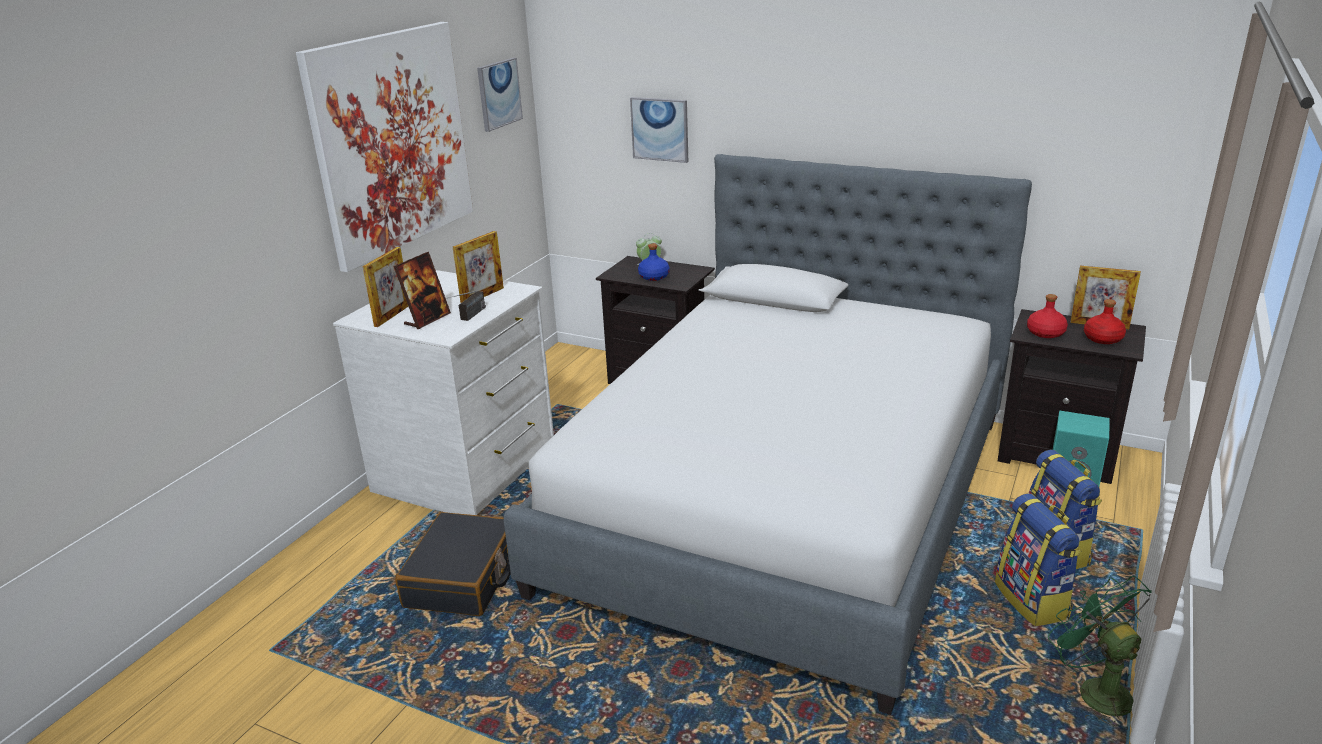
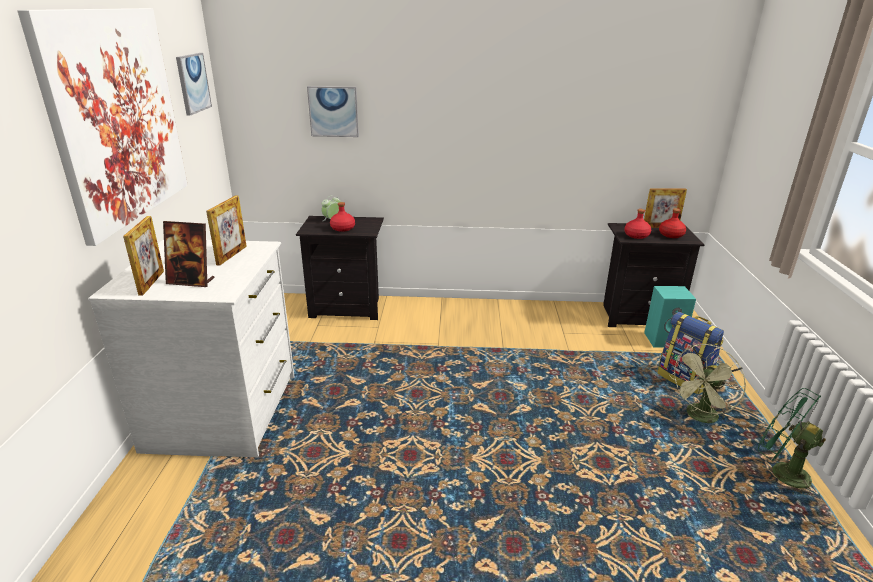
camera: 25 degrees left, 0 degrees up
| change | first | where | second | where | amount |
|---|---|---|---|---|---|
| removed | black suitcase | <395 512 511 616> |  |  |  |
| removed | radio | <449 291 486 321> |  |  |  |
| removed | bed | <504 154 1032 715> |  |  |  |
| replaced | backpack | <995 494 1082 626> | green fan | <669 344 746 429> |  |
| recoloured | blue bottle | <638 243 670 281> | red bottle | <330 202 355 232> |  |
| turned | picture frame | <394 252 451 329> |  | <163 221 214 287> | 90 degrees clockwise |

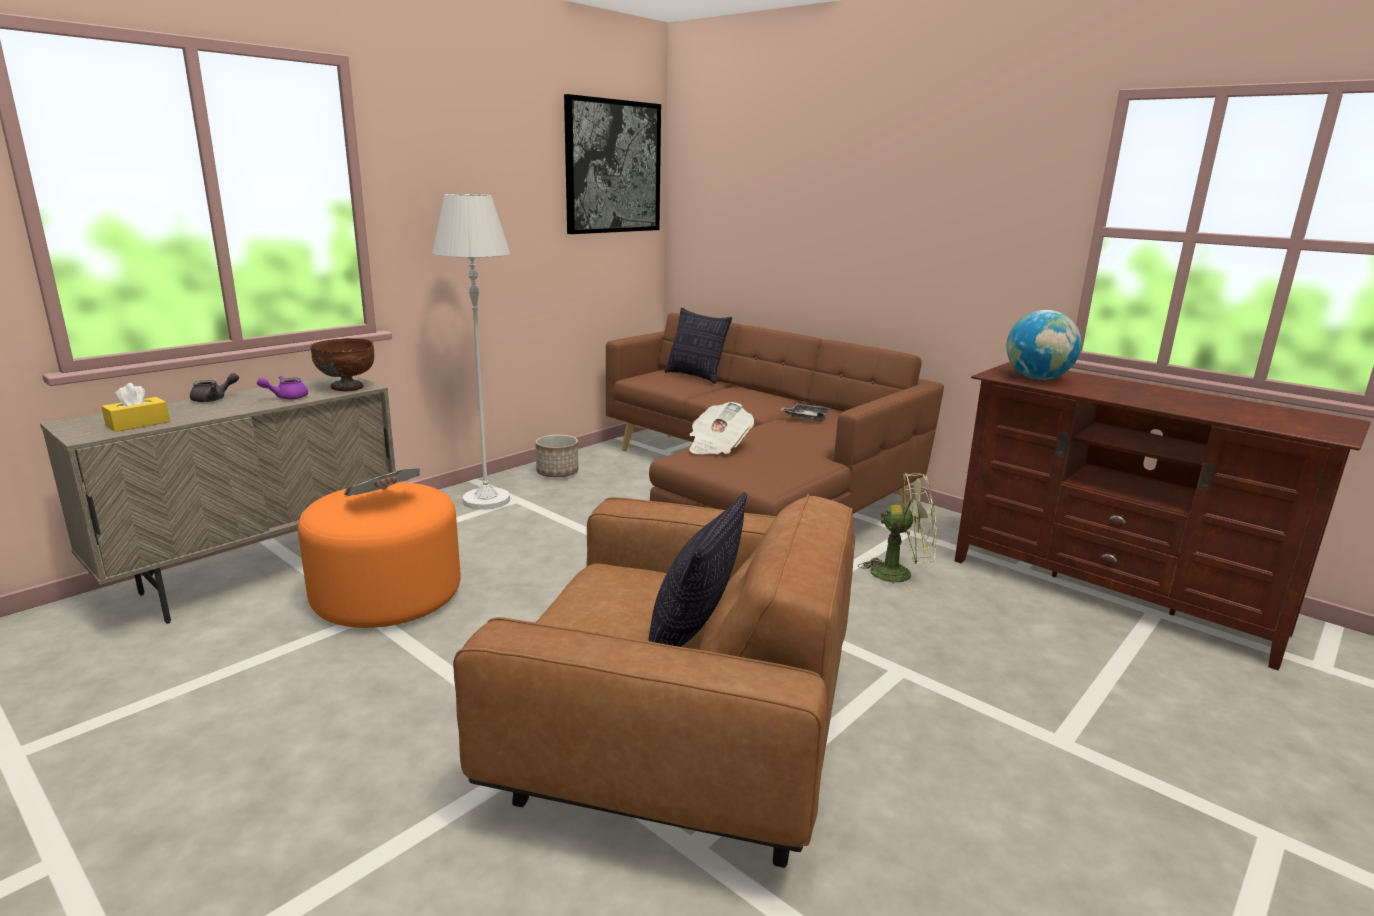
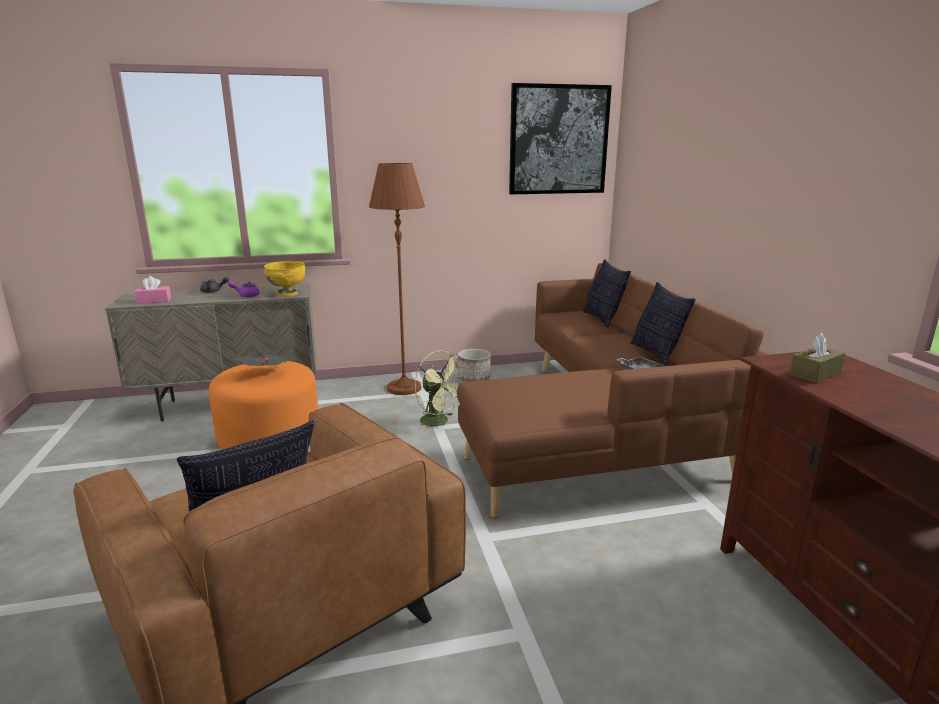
camera: 35 degrees right, 0 degrees up
| change | first | where | second | where | amount |
|---|---|---|---|---|---|
| removed | newspaper | <689 402 754 454> |  |  |  |
| added |  |  | pillow | <631 282 696 366> |  |
| moved | green fan | <858 473 937 591> |  | <415 351 467 432> |  |
| replaced | globe | <1006 310 1082 380> | brown tissue box | <790 333 845 383> |  |
| recoloured | yellow tissue box | <101 383 170 432> | pink tissue box | <134 276 171 304> |  |
| recoloured | brown bowl | <310 338 374 391> | yellow bowl | <264 261 305 297> |  |
| recoloured | white floor lamp | <432 194 510 510> | brown floor lamp | <369 163 425 395> |  |

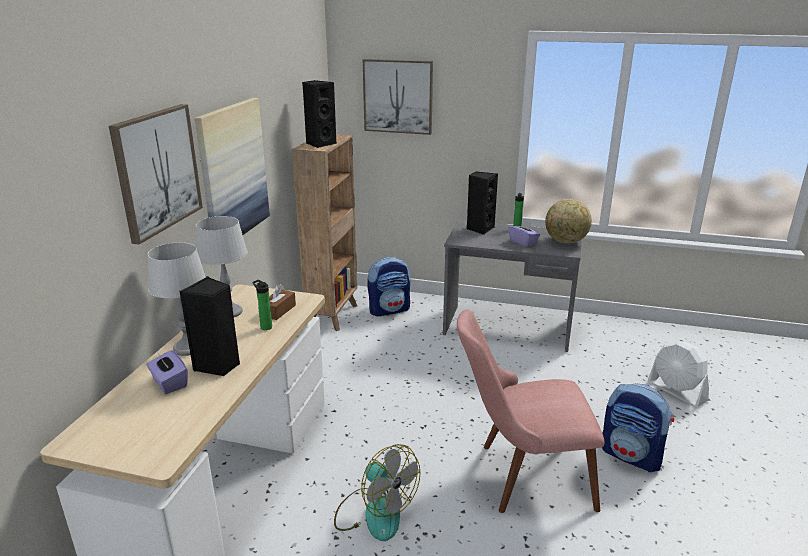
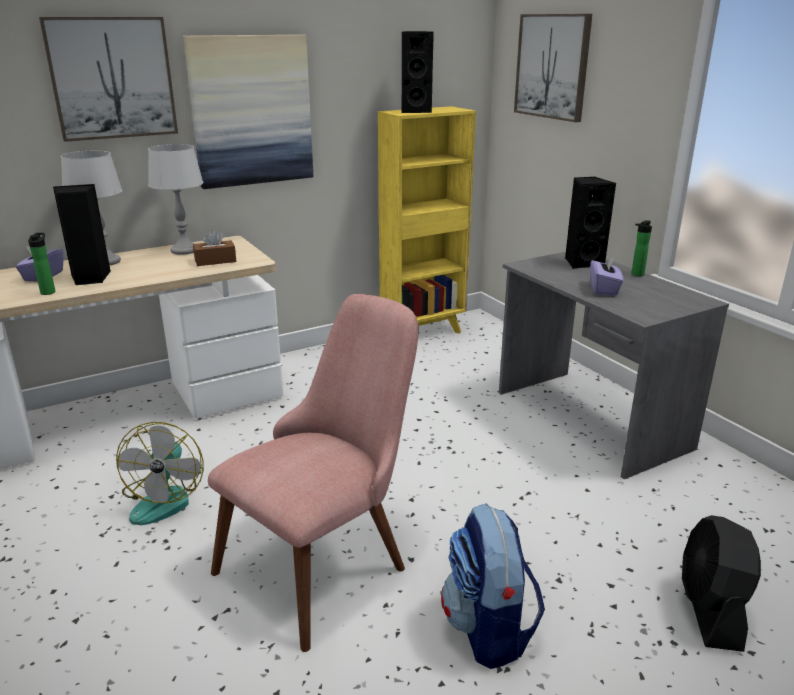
camera: 45 degrees right, 0 degrees up
| change | first | where | second | where | amount |
|---|---|---|---|---|---|
| removed | backpack | <367 257 410 316> |  |  |  |
| removed | globe | <545 199 592 244> |  |  |  |
| moved | bottle | <253 280 272 330> |  | <28 233 55 295> |  |
| recoloured | brown bookcase | <292 134 358 331> | yellow bookcase | <378 106 476 334> |  |
| recoloured | white fan | <648 341 709 407> | black fan | <682 515 761 652> |  |
| turned | pink chair | <457 309 604 513> |  | <208 294 419 652> | 90 degrees clockwise |

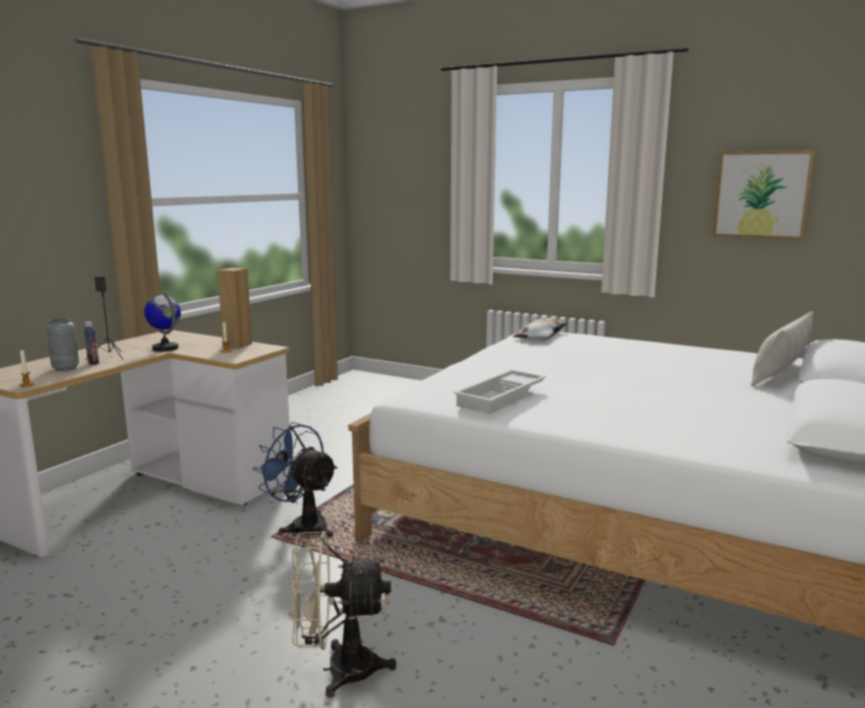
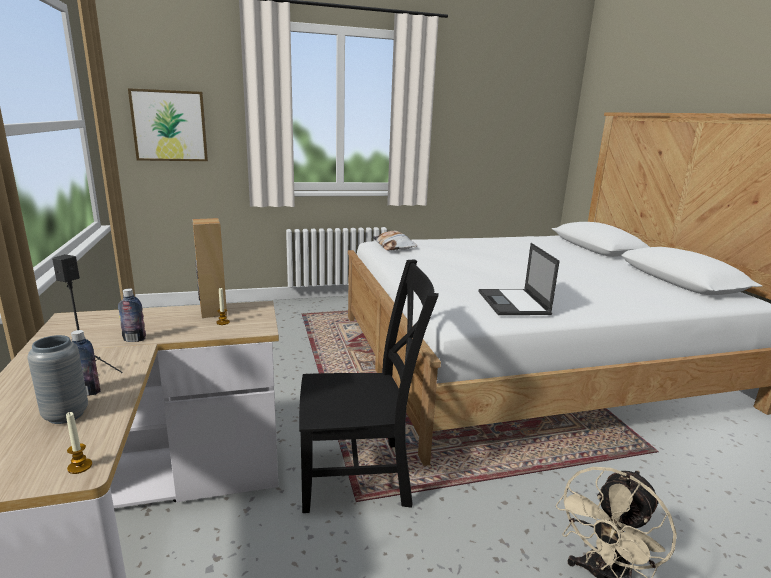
camera: 45 degrees left, 5 degrees up
| change | first | where | second | where | amount |
|---|---|---|---|---|---|
| removed | beige pillow | <751 311 814 386> |  |  |  |
| moved | picture | <713 150 815 239> |  | <128 88 208 161> |  |
| replaced | globe | <144 292 181 352> | bottle | <118 288 146 342> |  |
| replaced | blue fan | <253 422 337 537> | black chair | <299 259 439 513> |  |
| replaced | white tray | <453 370 546 414> | laptop | <479 243 560 315> |  |

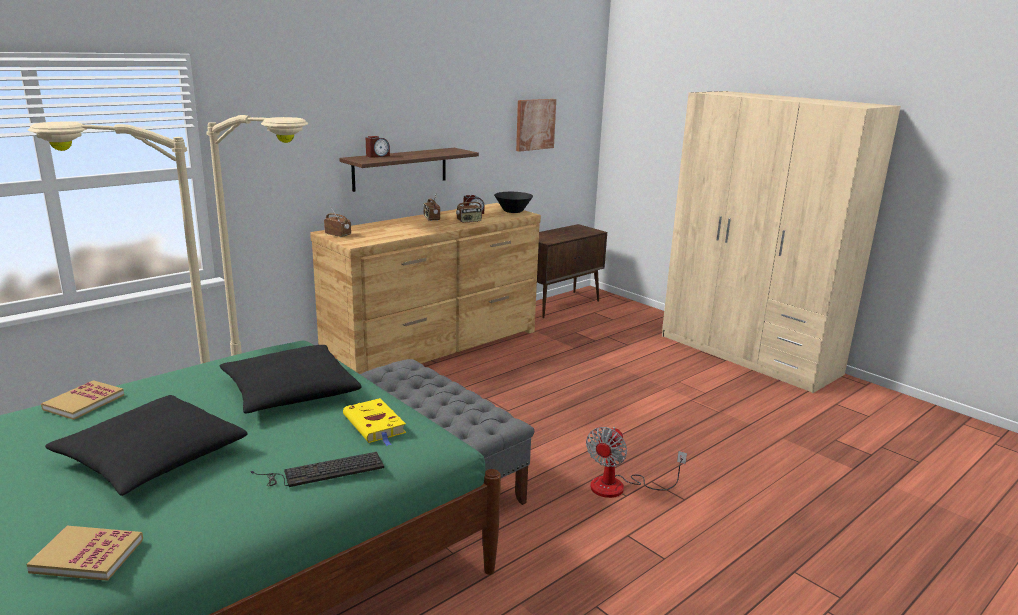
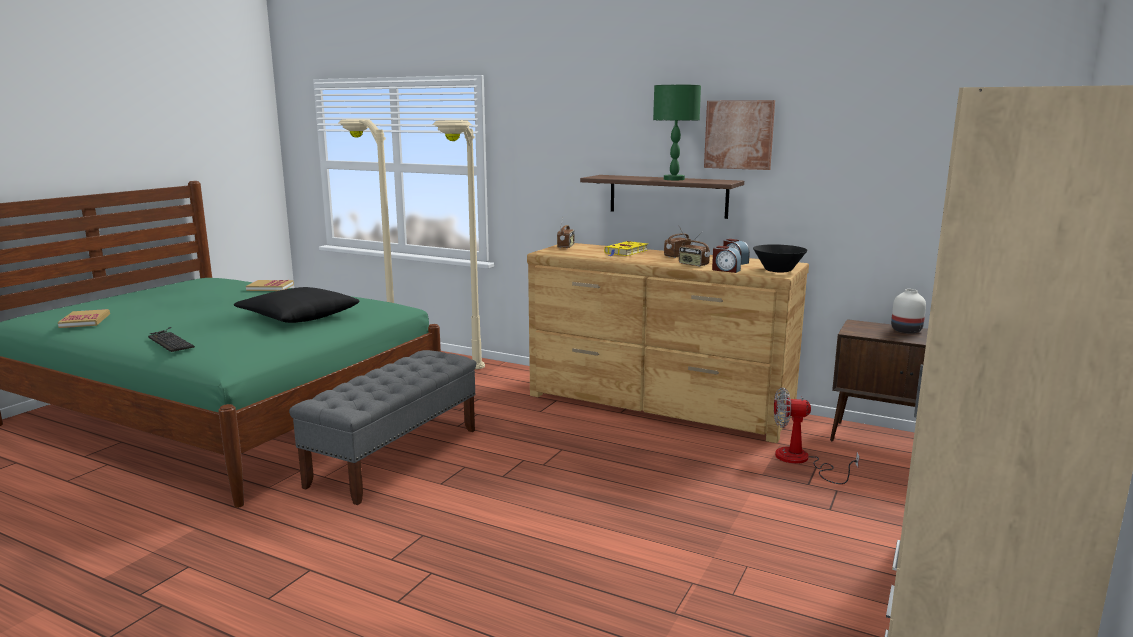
camera: 70 degrees right, 5 degrees down
| change | first | where | second | where | amount |
|---|---|---|---|---|---|
| removed | black pillow | <45 395 248 496> |  |  |  |
| added |  |  | green table lamp | <653 85 701 180> |  |
| added |  |  | white vase | <891 289 926 333> |  |
| moved | yellow book | <343 398 406 446> |  | <604 241 648 256> |  |
| moved | alarm clock | <366 136 390 158> |  | <712 246 741 273> |  |
| moved | picture | <516 99 556 152> |  | <704 100 775 170> |  |
| moved | fan | <586 427 687 498> |  | <774 387 859 484> |  |

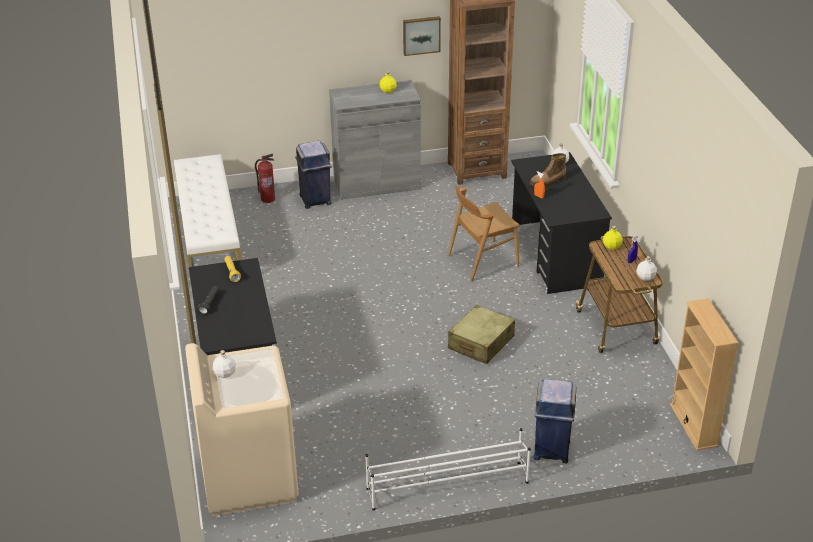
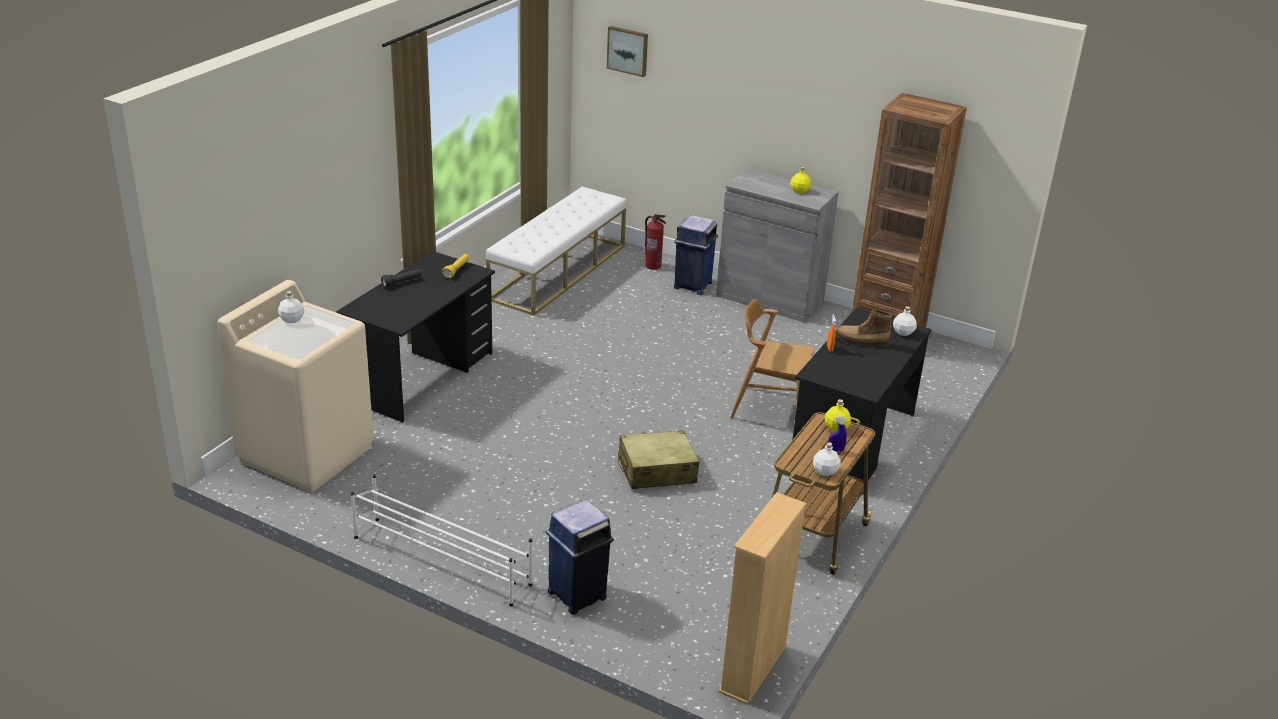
camera: 40 degrees right, 5 degrees down
| change | first | where | second | where | amount |
|---|---|---|---|---|---|
| moved | picture | <403 16 441 56> |  | <607 26 648 77> |  |

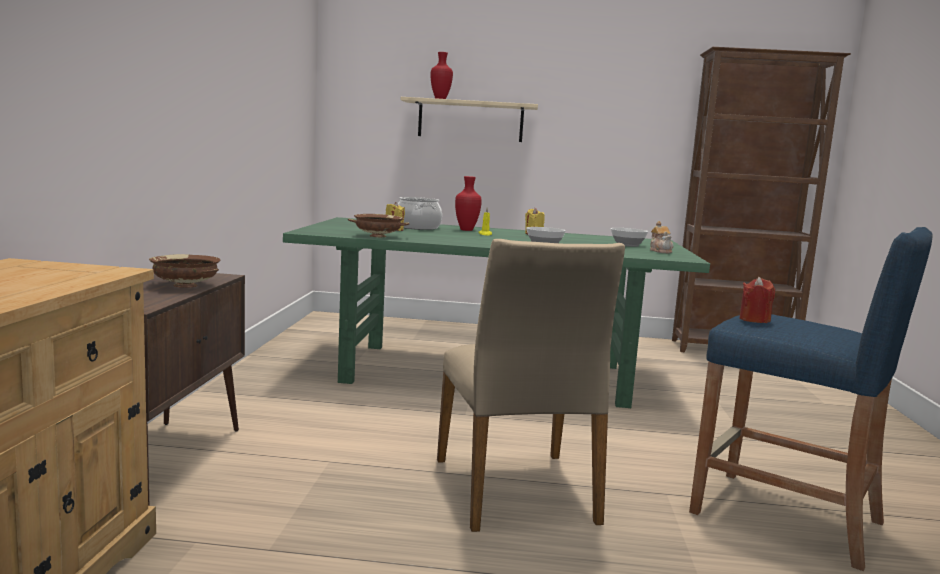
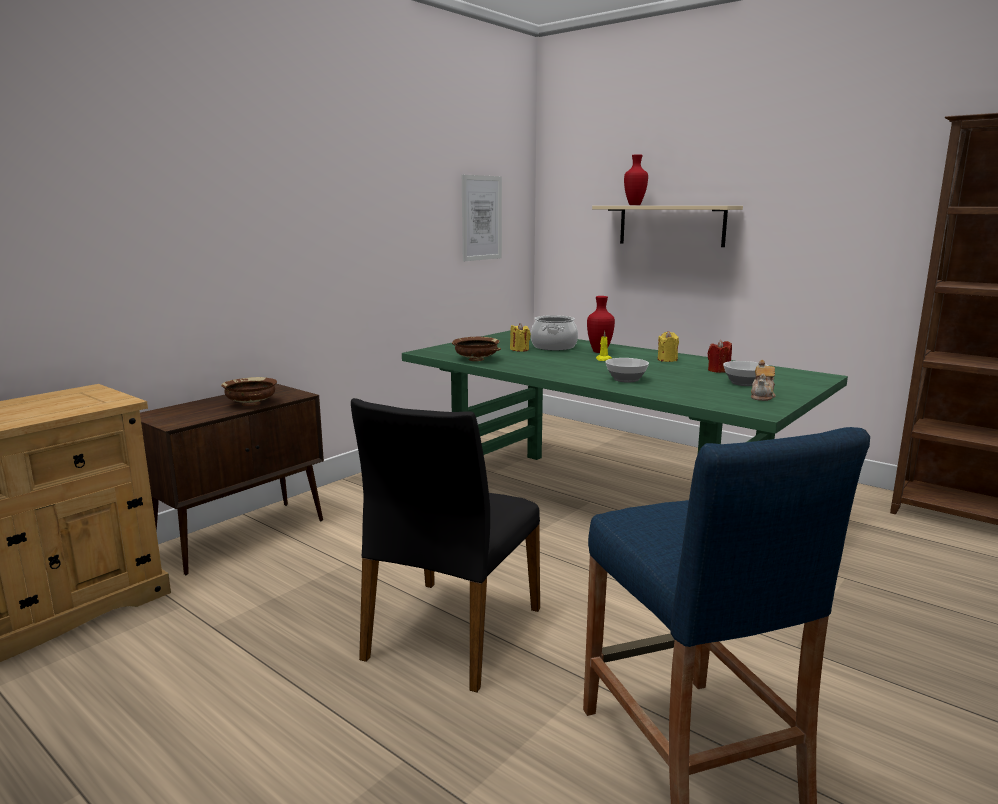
camera: 35 degrees right, 5 degrees up
| change | first | where | second | where | amount |
|---|---|---|---|---|---|
| added |  |  | picture | <462 175 502 261> |  |
| moved | red candle | <740 277 775 323> |  | <708 340 732 373> |  |
| recoloured | beige chair | <437 239 625 532> | black chair | <351 398 540 693> |  |

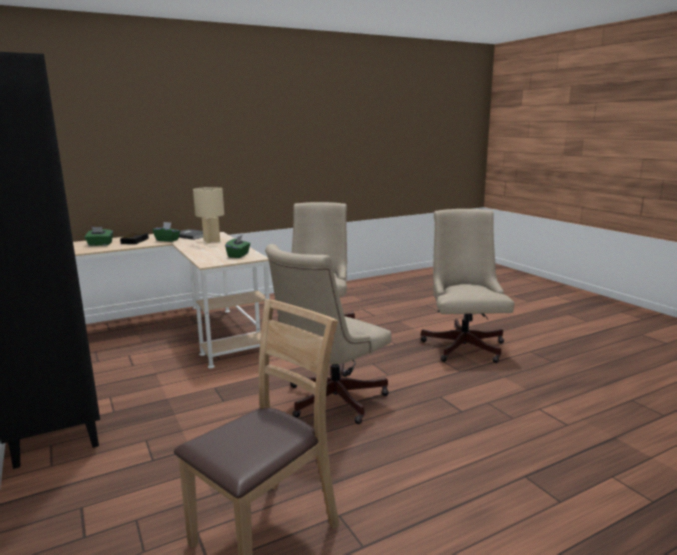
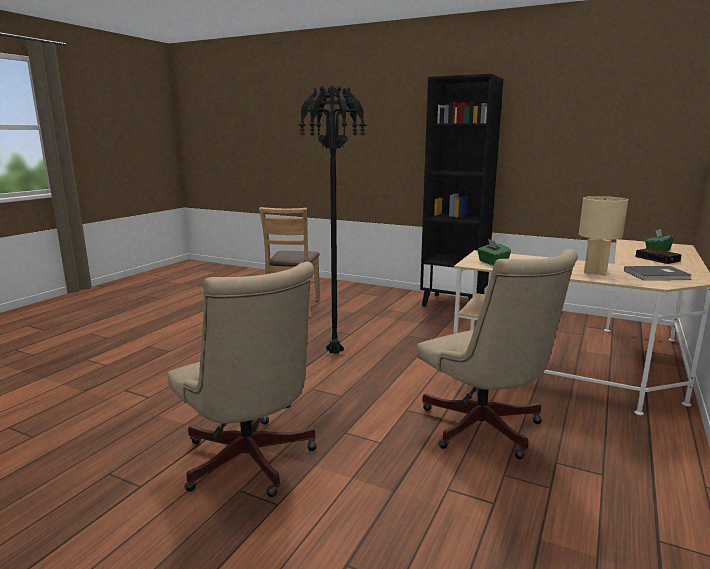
camera: 145 degrees right, 0 degrees up
| change | first | where | second | where | amount |
|---|---|---|---|---|---|
| removed | green tissue box | <153 222 180 242> |  |  |  |
| replaced | beige office chair | <265 244 392 424> | black floor lamp | <298 86 366 354> |  |

